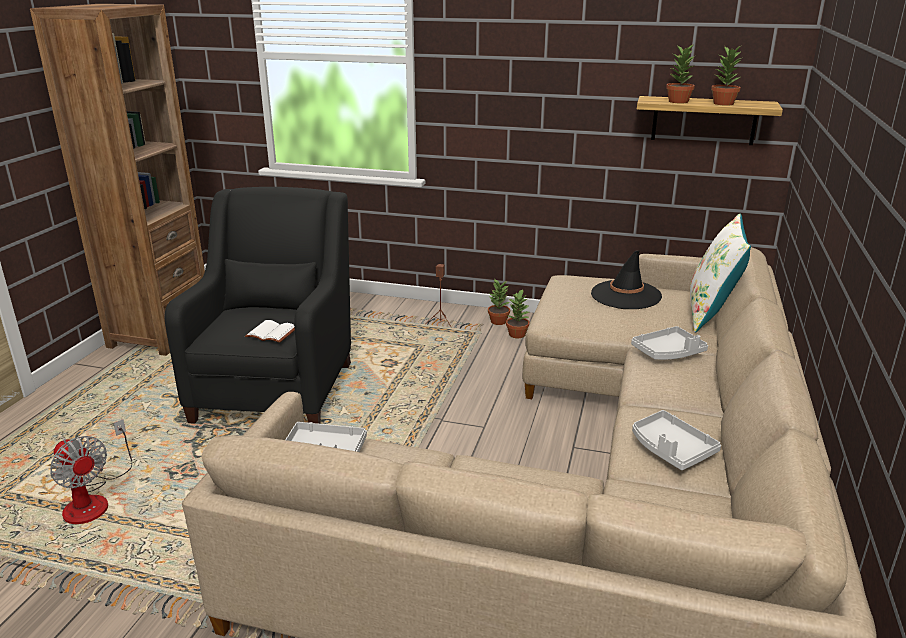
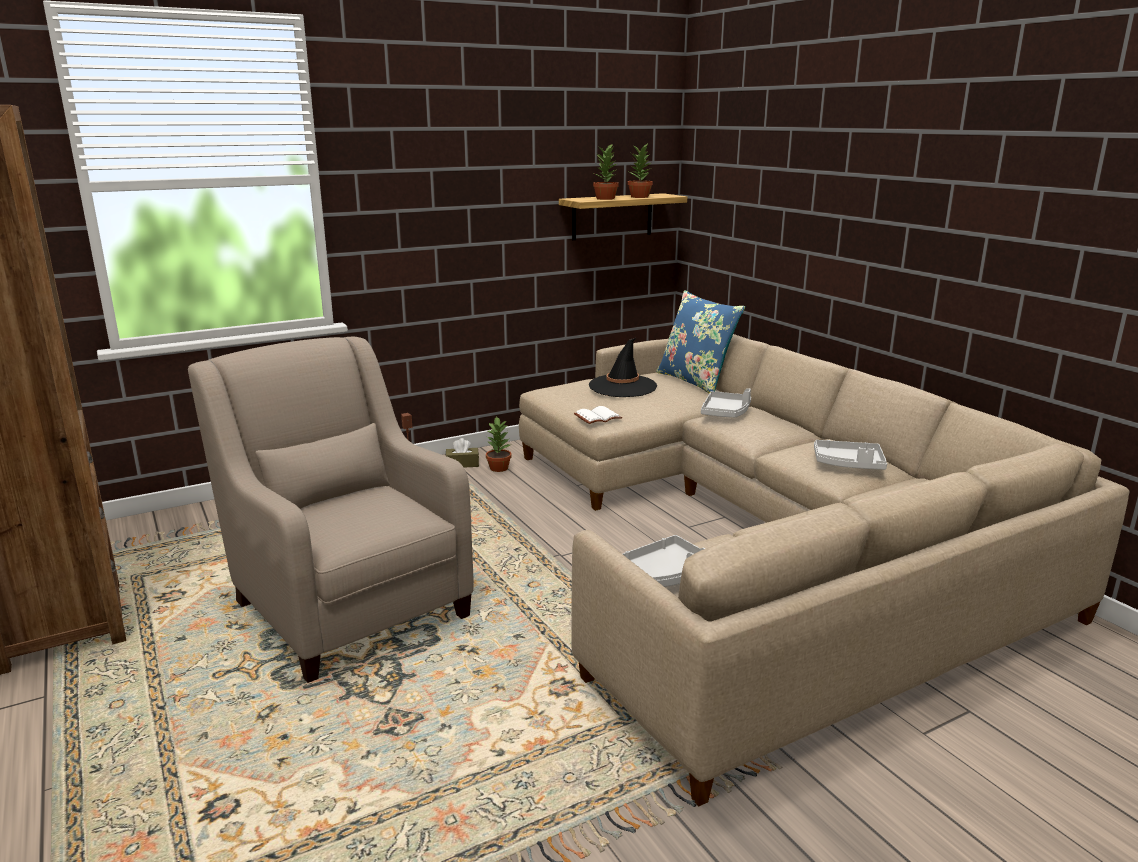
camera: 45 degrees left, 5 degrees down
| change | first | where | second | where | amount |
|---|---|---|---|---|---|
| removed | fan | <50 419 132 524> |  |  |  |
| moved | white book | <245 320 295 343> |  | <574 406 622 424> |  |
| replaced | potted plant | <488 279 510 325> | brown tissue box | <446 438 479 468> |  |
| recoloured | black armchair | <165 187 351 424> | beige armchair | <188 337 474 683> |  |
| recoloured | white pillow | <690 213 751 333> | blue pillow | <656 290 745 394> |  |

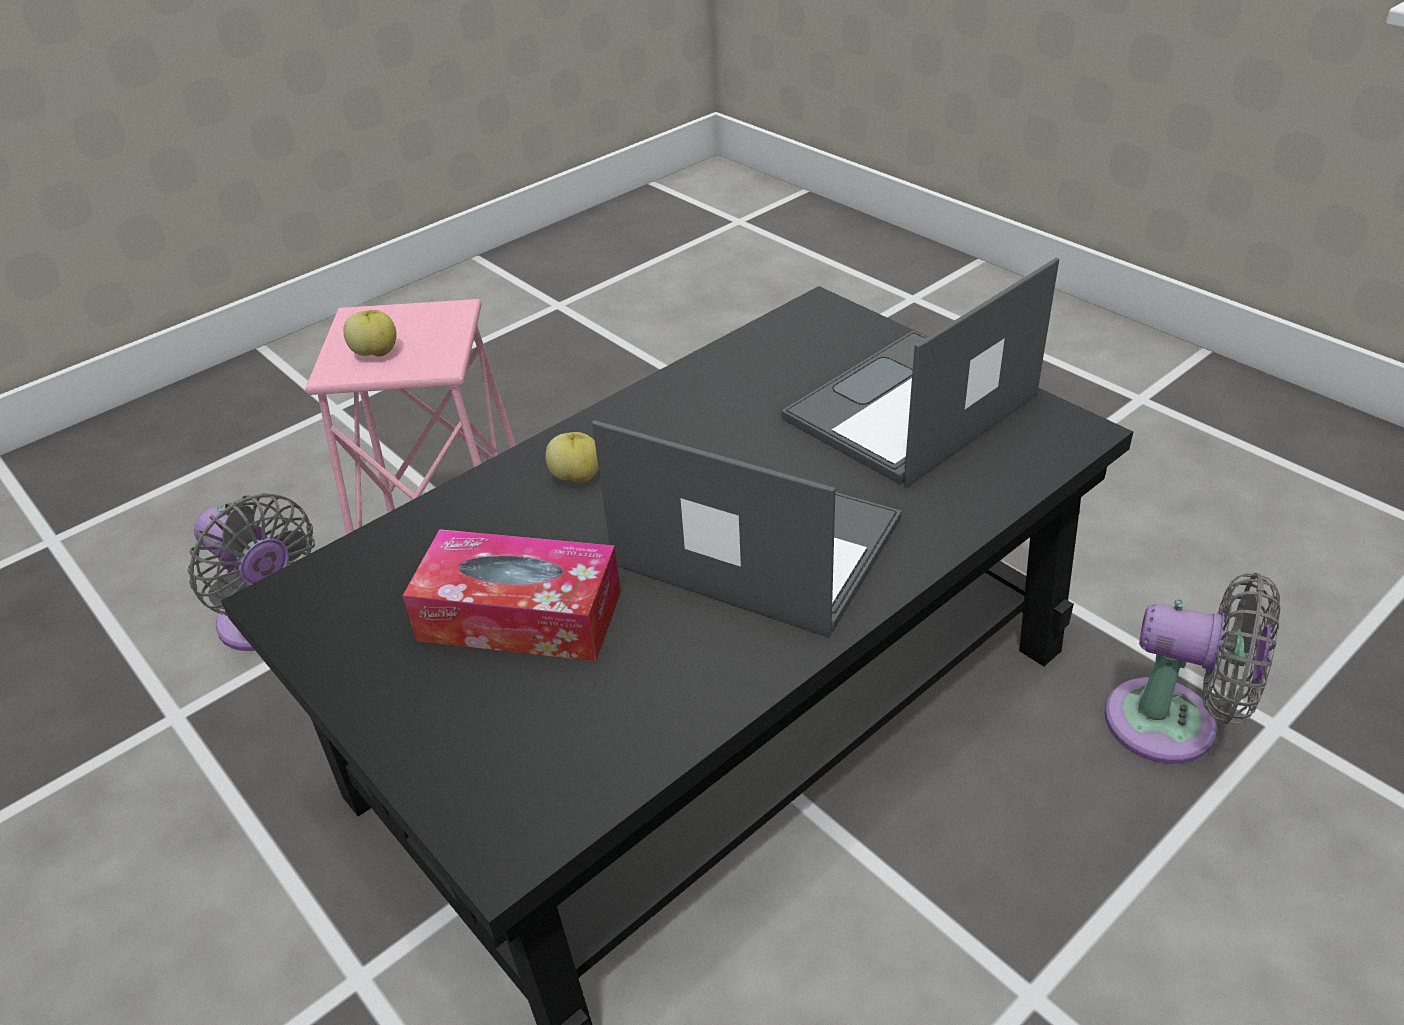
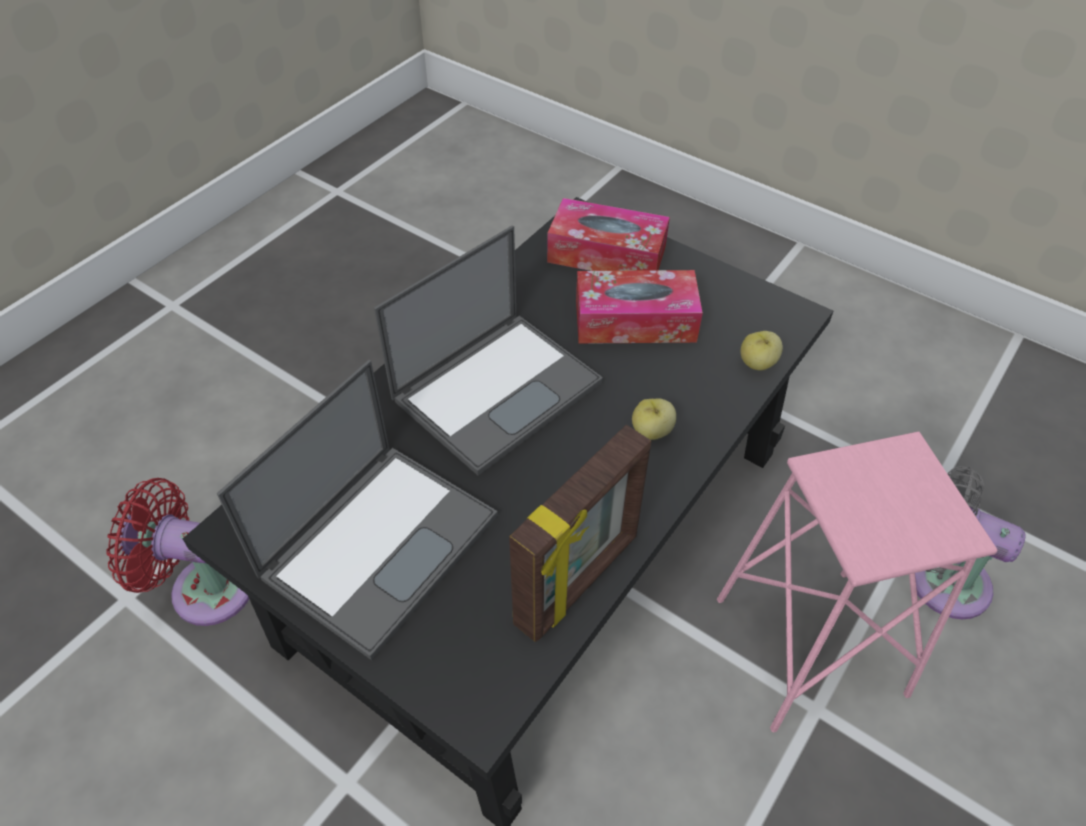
camera: 165 degrees right, 10 degrees up
| change | first | where | second | where | amount |
|---|---|---|---|---|---|
| added |  |  | picture frame | <509 425 651 642> |  |
| added |  |  | tissue box | <547 198 670 271> |  |
| moved | apple | <344 310 396 356> |  | <741 331 783 371> |  |
| recoloured | grey fan | <1105 573 1280 764> | red fan | <106 478 249 626> |  |
| turned | laptop | <592 420 902 638> |  | <374 225 603 476> | 60 degrees counterclockwise |

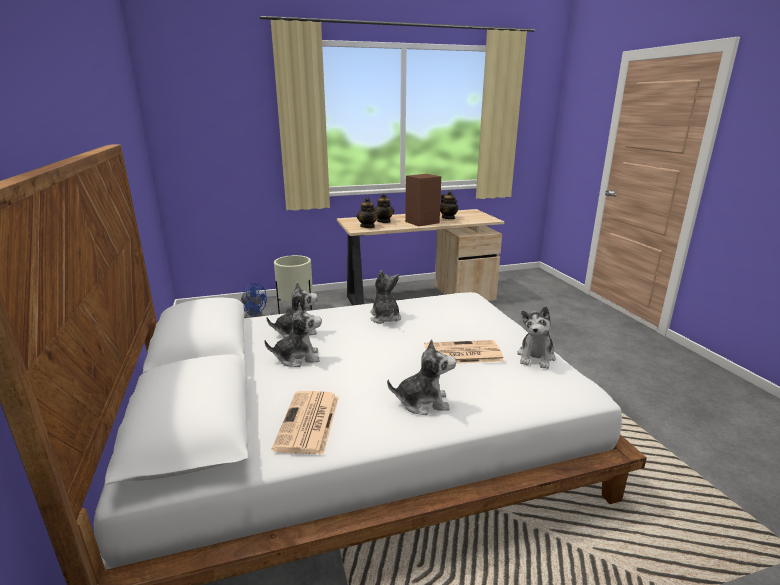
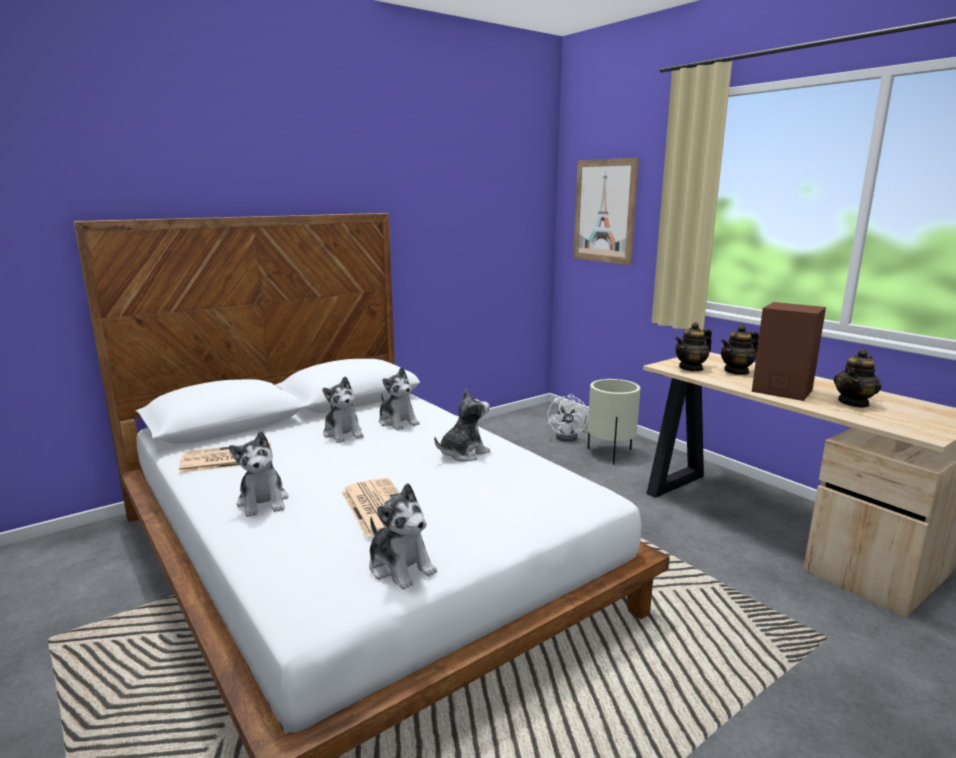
camera: 70 degrees right, 5 degrees down
| change | first | where | second | where | amount |
|---|---|---|---|---|---|
| added |  |  | picture | <573 158 639 265> |  |
| recoloured | blue fan | <241 282 267 318> | white fan | <548 394 588 442> |  |
| turned | plush toy | <517 306 556 369> |  | <369 483 437 590> | 135 degrees counterclockwise |

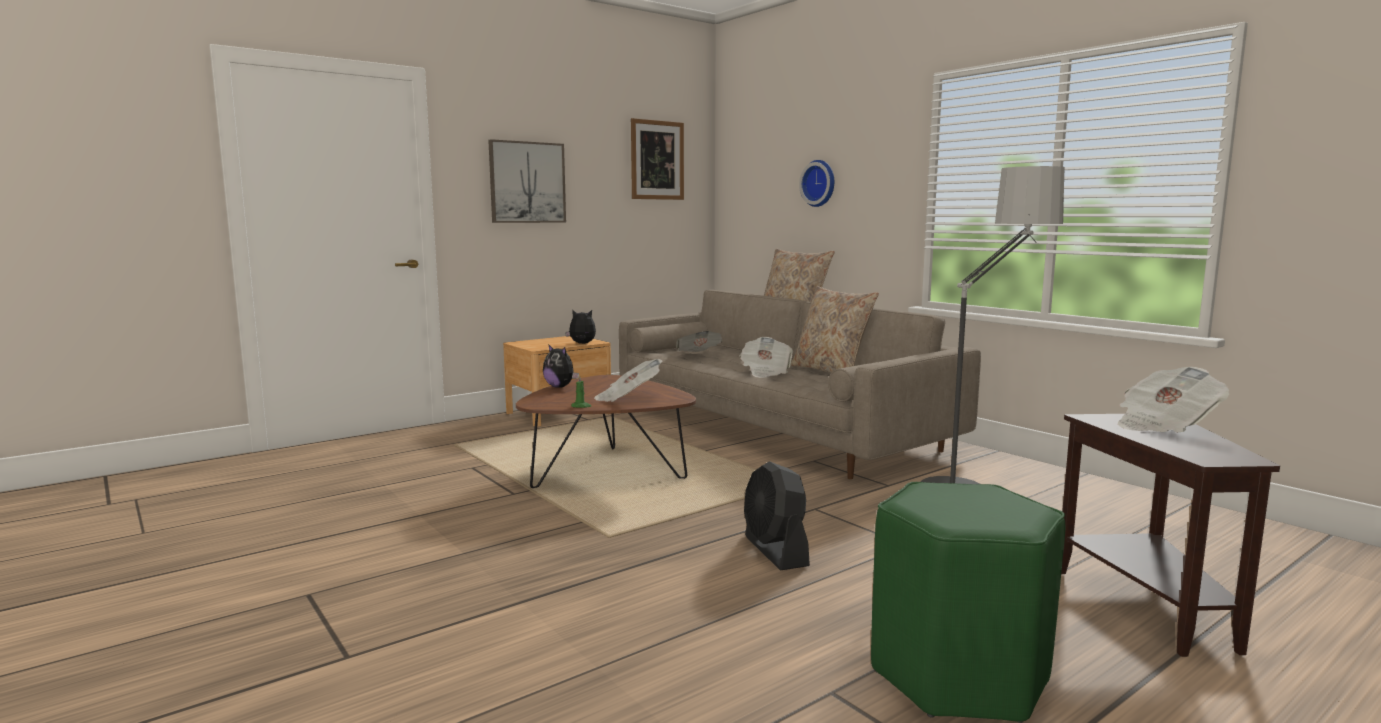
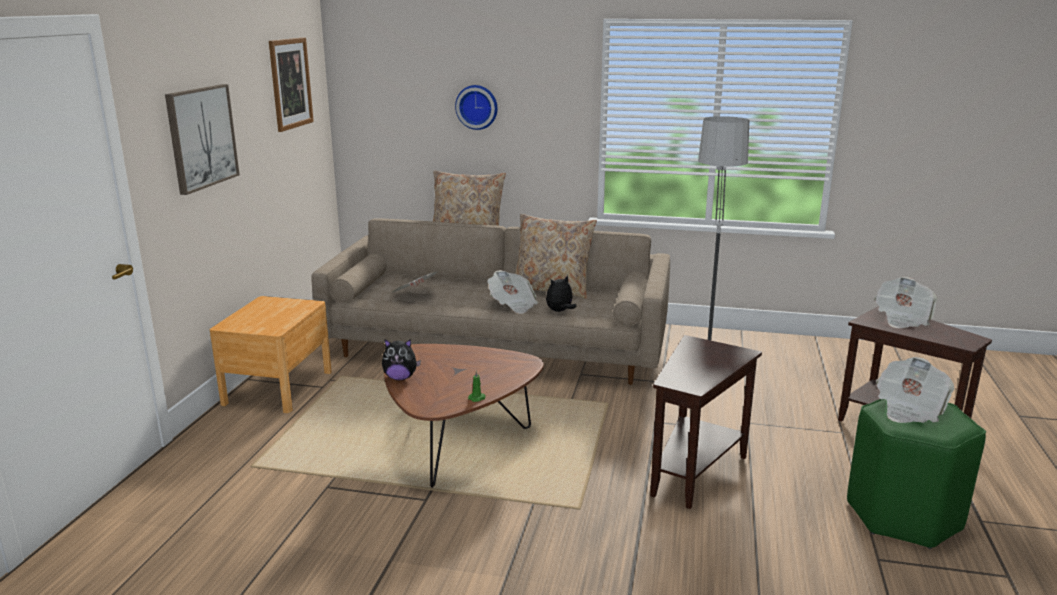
camera: 40 degrees left, 10 degrees up
| change | first | where | second | where | amount |
|---|---|---|---|---|---|
| moved | plush toy | <565 310 596 344> |  | <546 275 577 312> |  |
| moved | newspaper | <594 359 663 402> |  | <876 357 955 423> |  |
| replaced | black fan | <744 461 810 570> | brown side table | <650 335 762 509> |  |

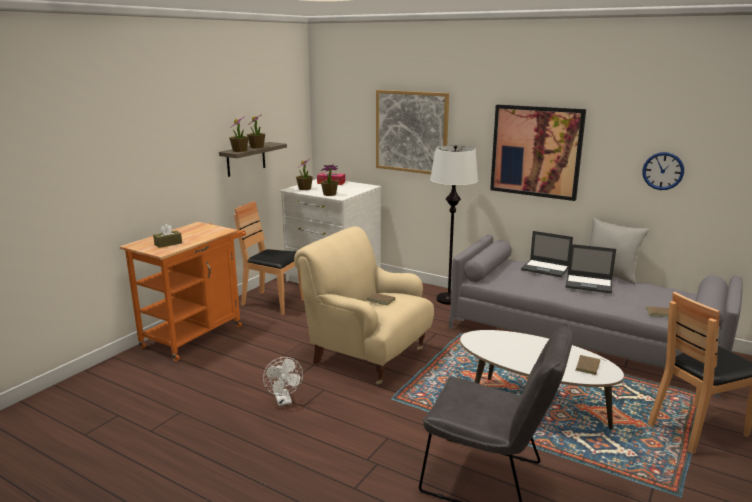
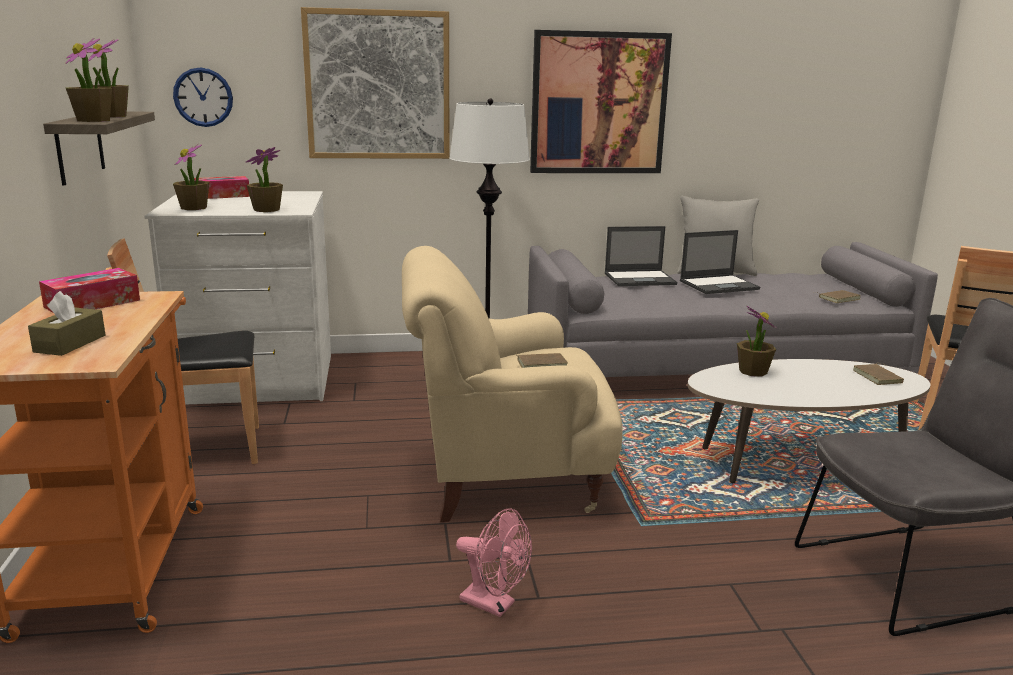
camera: 40 degrees left, 0 degrees up
| change | first | where | second | where | amount |
|---|---|---|---|---|---|
| added |  |  | tissue box | <39 268 140 312> |  |
| added |  |  | potted plant | <737 306 776 377> |  |
| moved | wall clock | <642 152 684 190> |  | <173 67 233 127> |  |
| recoloured | white fan | <263 357 303 406> | pink fan | <456 508 532 617> |  |

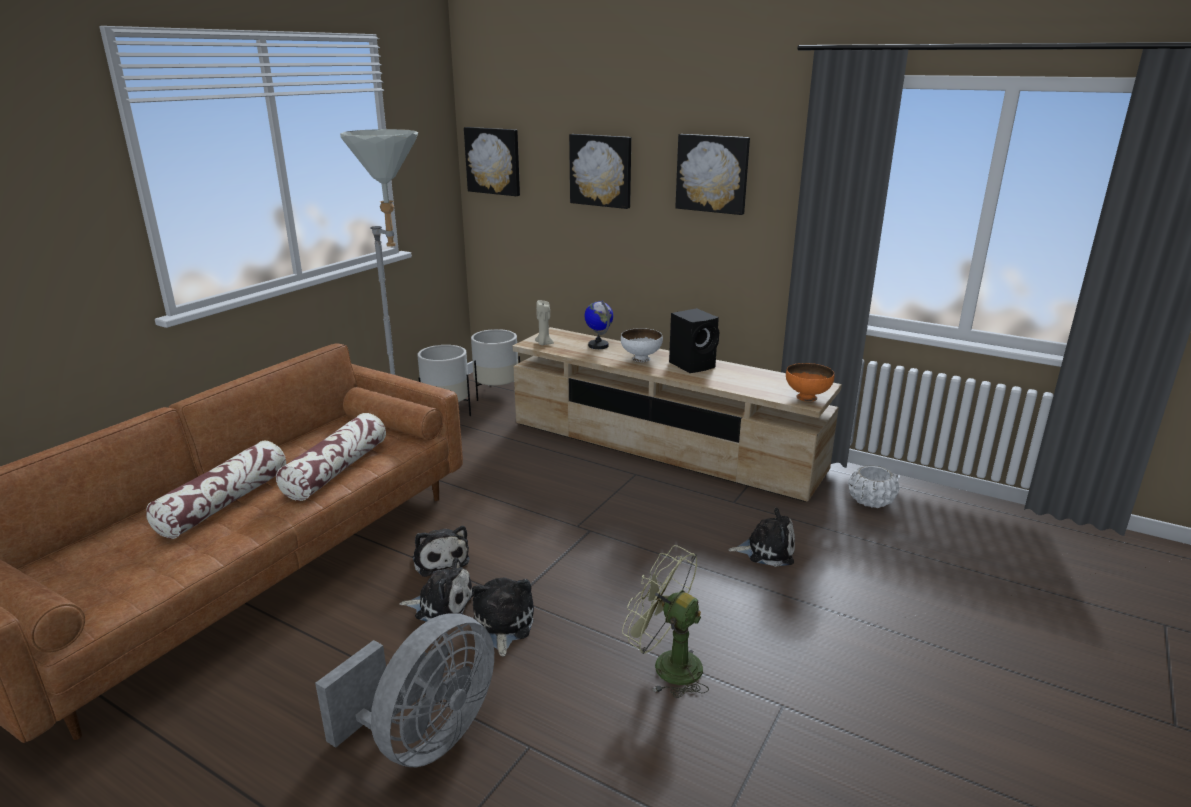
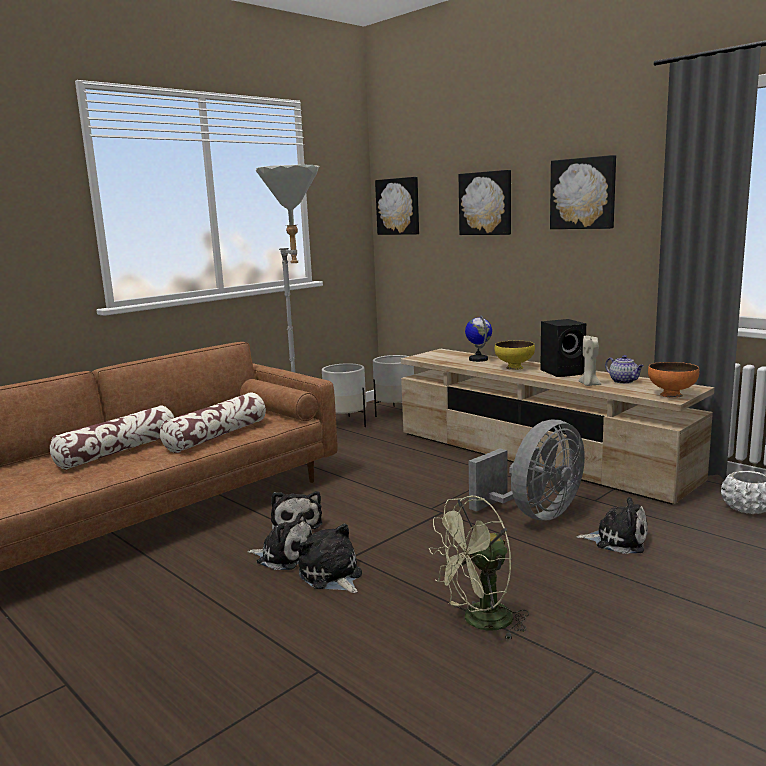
camera: 15 degrees right, 10 degrees down
| change | first | where | second | where | amount |
|---|---|---|---|---|---|
| added |  |  | teapot | <605 355 644 384> |  |
| moved | grey fan | <315 613 494 767> |  | <469 419 585 521> |  |
| moved | beige candle | <535 300 554 346> |  | <578 336 602 386> |  |
| recoloured | white bowl | <621 328 663 362> | yellow bowl | <495 341 535 370> |  |
| turned | plush toy | <472 577 534 656> |  | <298 524 362 593> | 45 degrees counterclockwise |
| turned | green fan | <622 545 709 698> |  | <429 496 529 641> | 75 degrees counterclockwise |

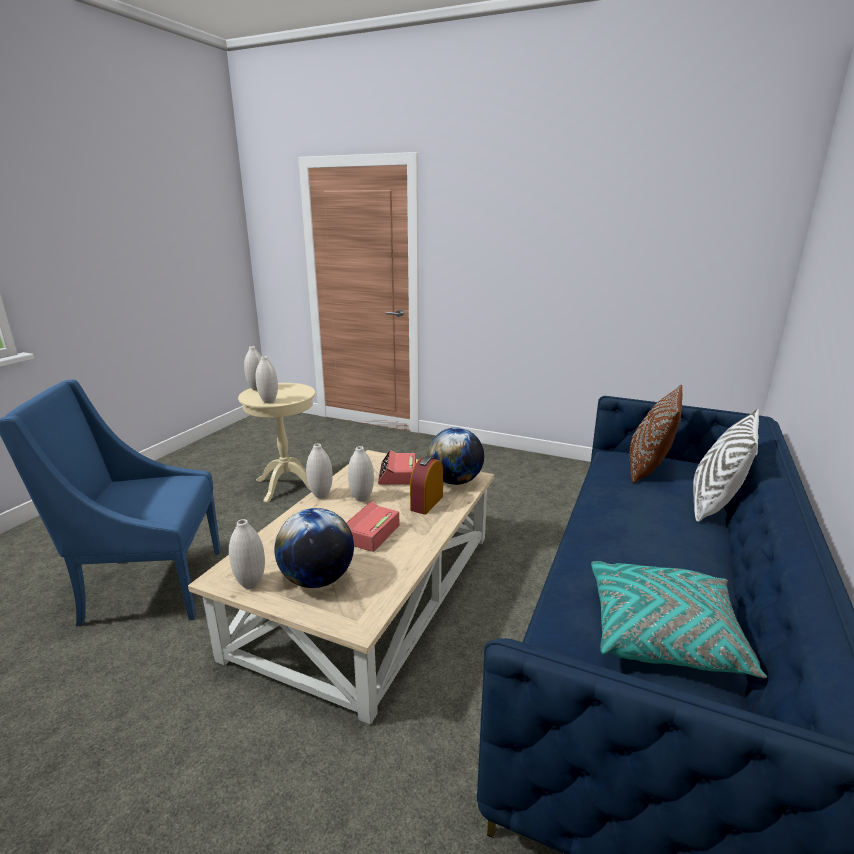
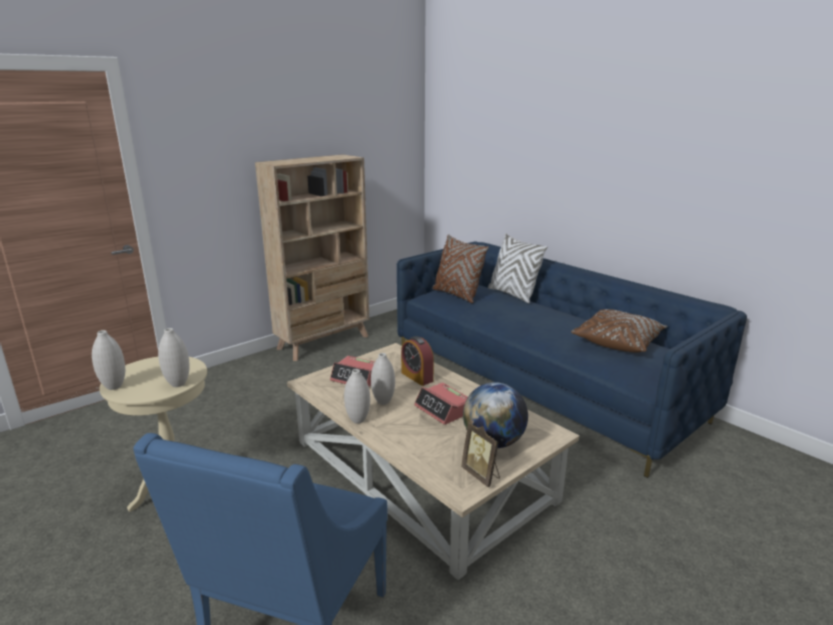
camera: 65 degrees left, 0 degrees up
| change | first | where | second | where | amount |
|---|---|---|---|---|---|
| removed | globe | <427 428 484 485> |  |  |  |
| added |  |  | beige bookcase | <255 154 369 361> |  |
| replaced | white vase | <229 519 265 589> | picture frame | <461 422 500 487> |  |
| recoloured | turquoise pillow | <591 561 767 679> | brown pillow | <571 309 668 353> |  |

